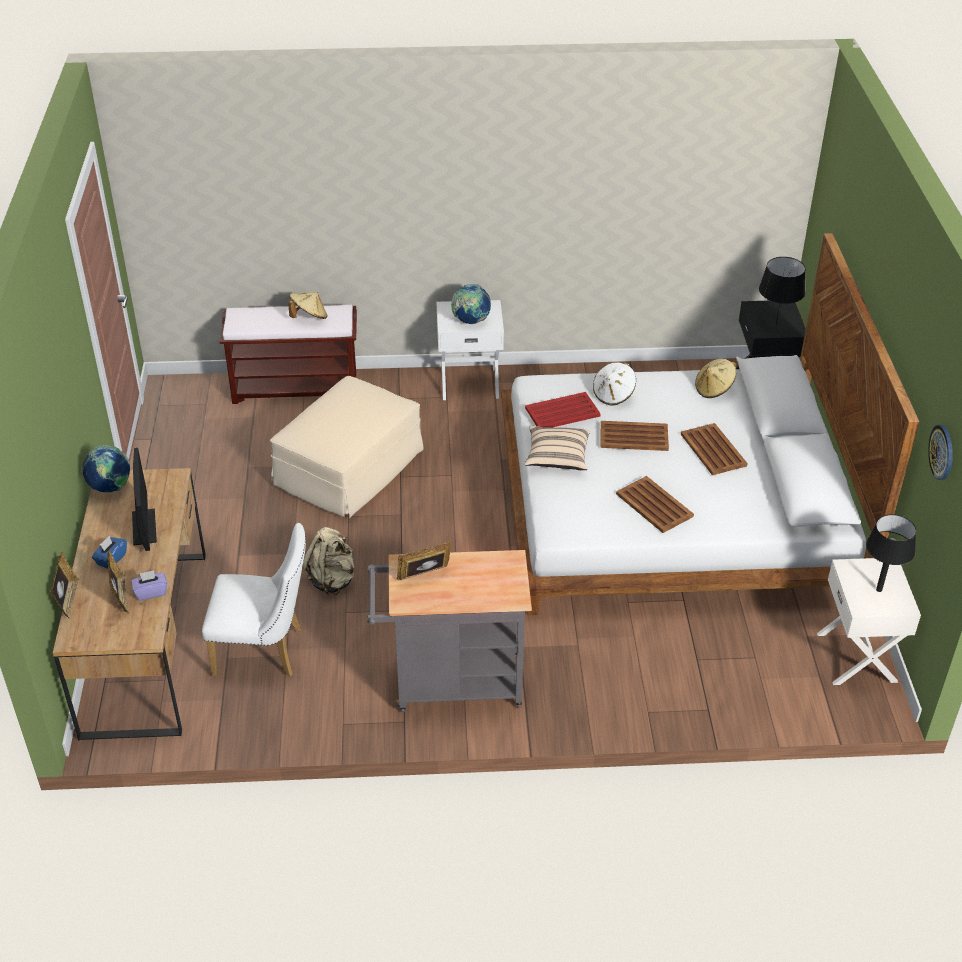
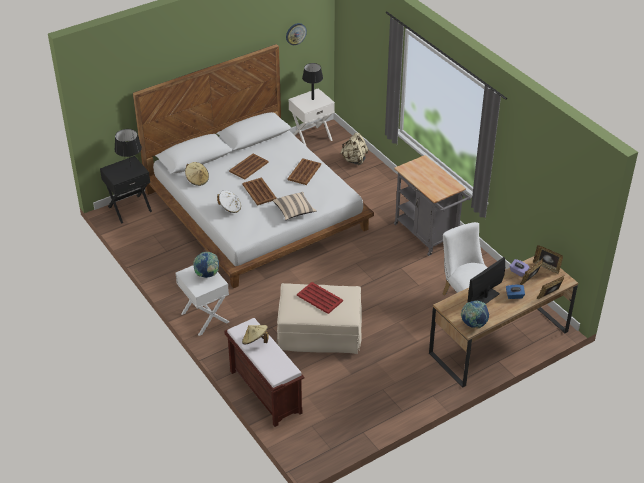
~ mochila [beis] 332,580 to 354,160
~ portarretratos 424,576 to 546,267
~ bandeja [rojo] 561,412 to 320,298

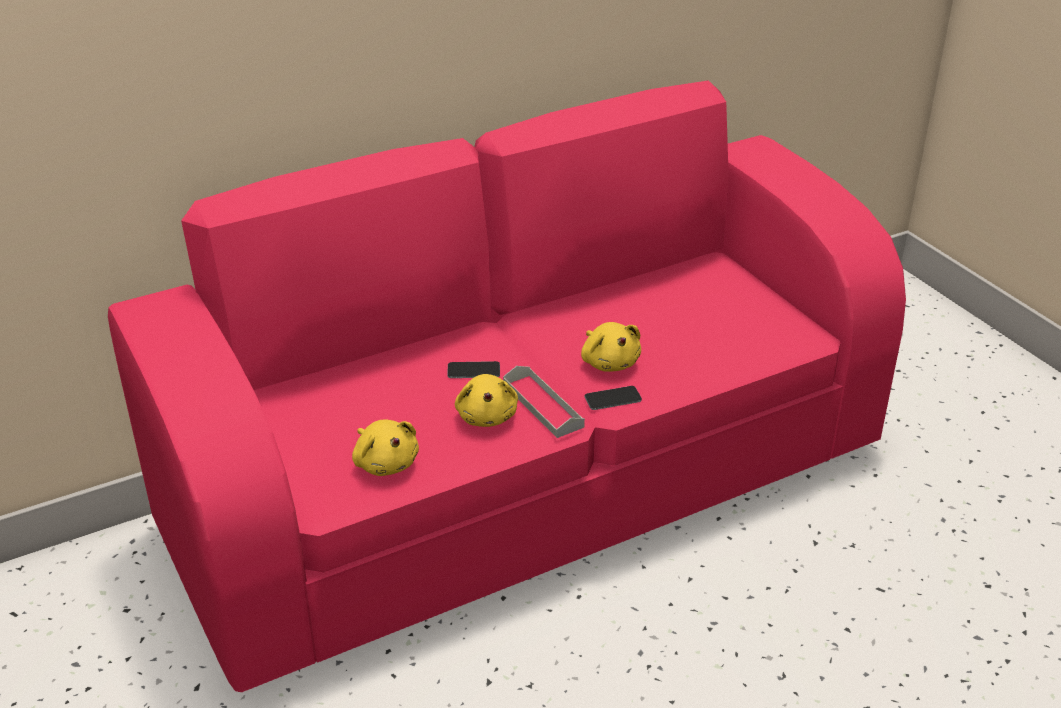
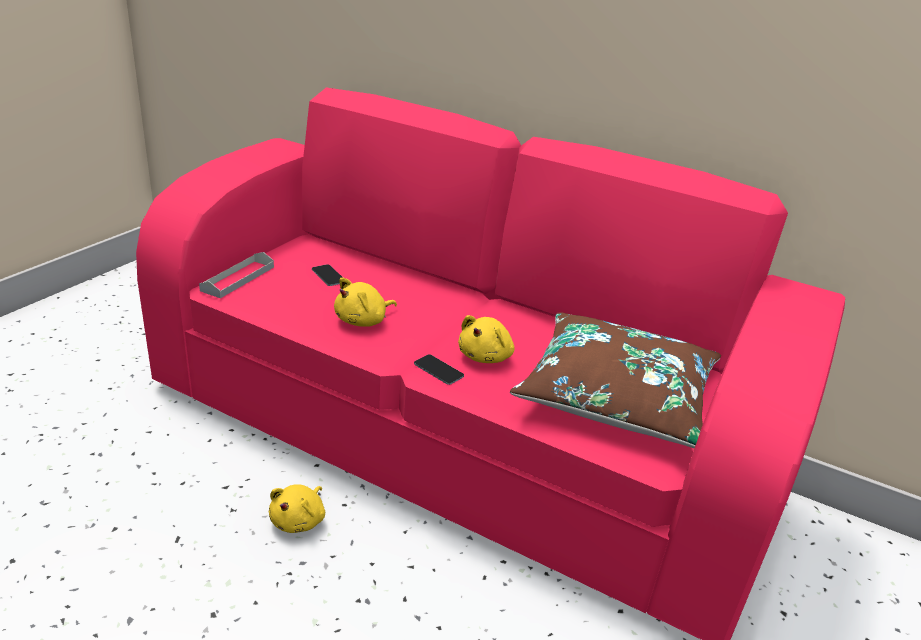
+ cojín [marrón] 616,395
~ peluche [amarillo] 385,463 to 299,520
~ móvil 473,370 to 328,275
~ bandeja [gris] 542,405 to 238,278

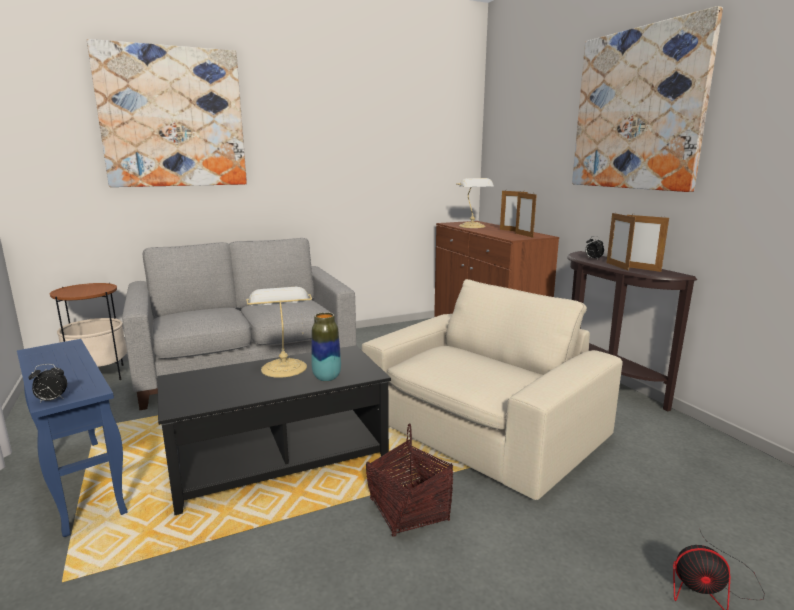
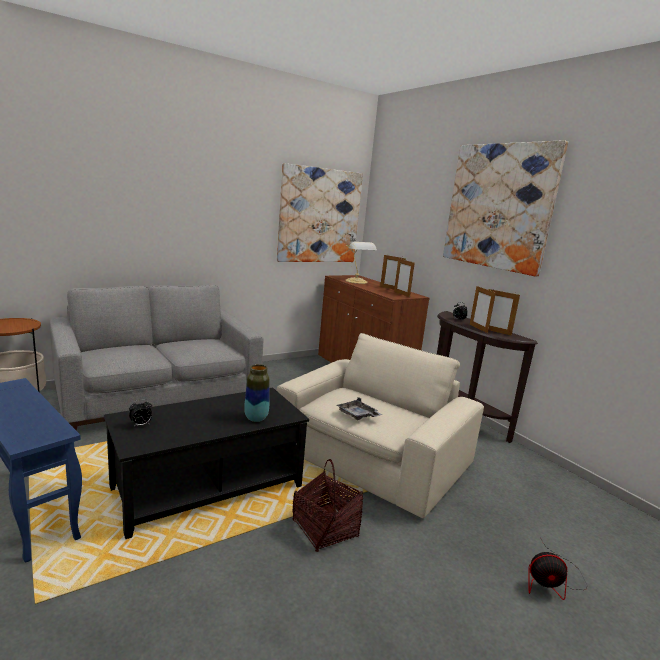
- lámpara de mesa 283,367
+ bandeja [gris] 357,415
~ despertador 51,400 to 141,425
~ cuadro 173,118 to 319,216

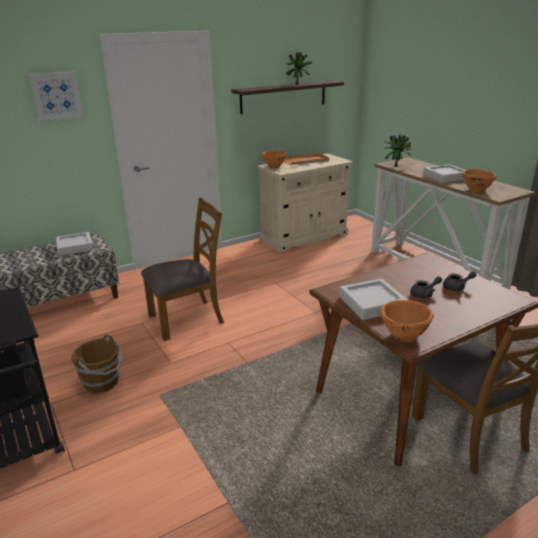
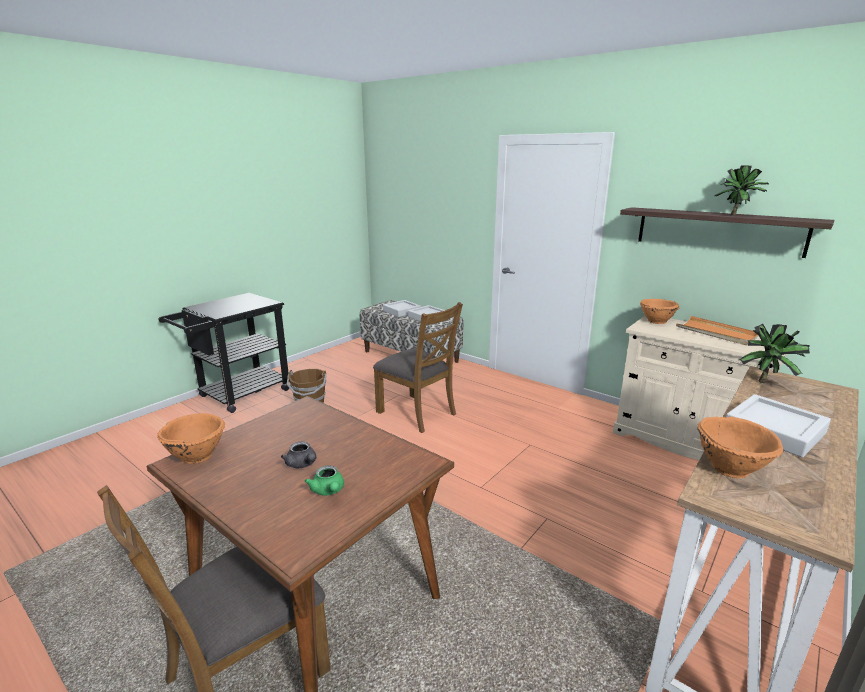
- cuadro 56,96
~ bandeja [gris] 372,303 to 401,311
~ tetera [gris] 457,287 to tetera [verde] 328,491

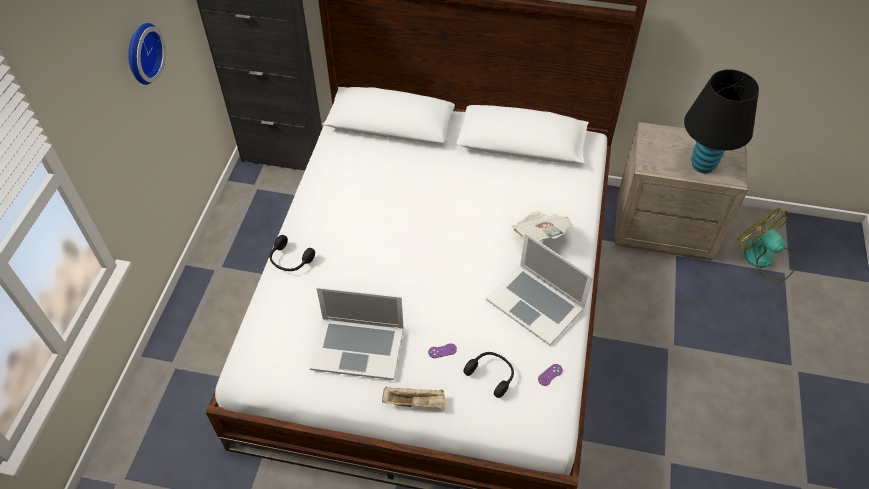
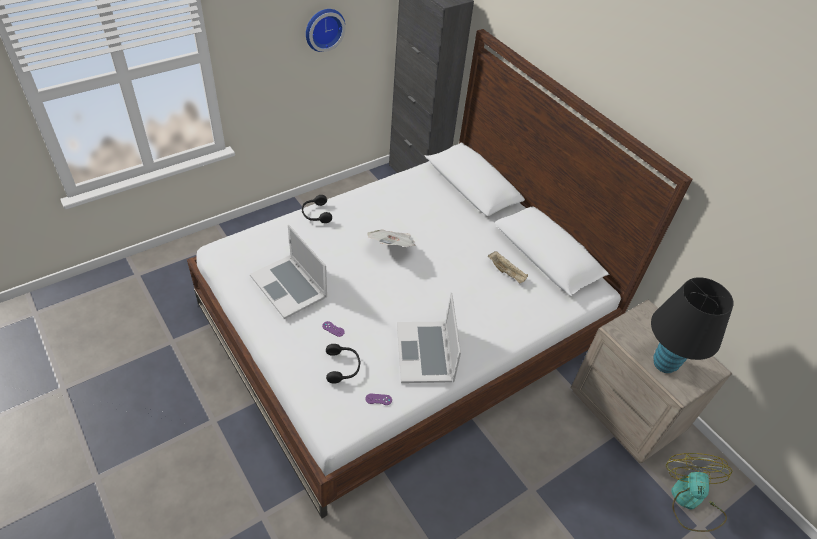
~ bandeja [beis] 415,402 to 506,272
~ periódico 539,235 to 392,247

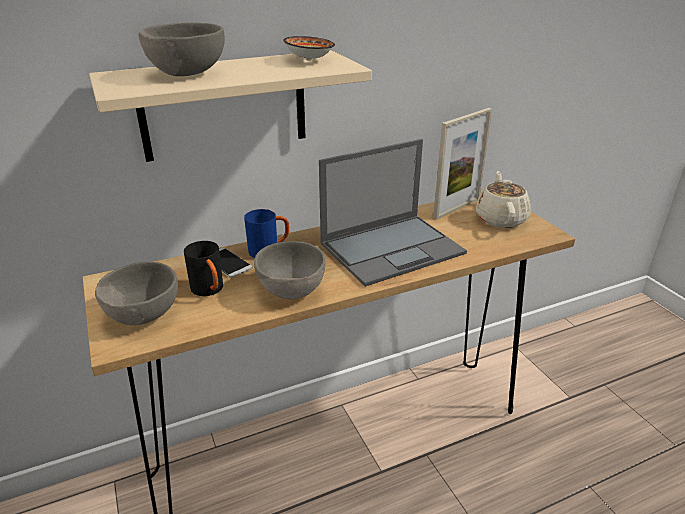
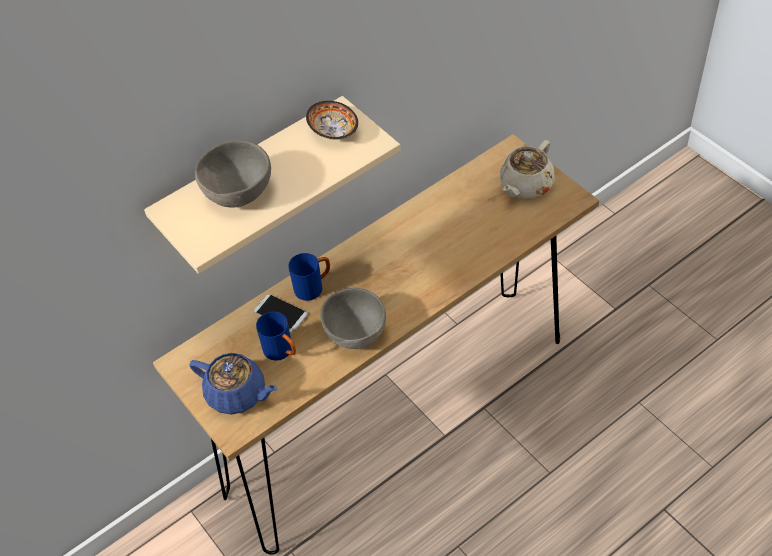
- portátil 393,248
- portarretratos 457,208
~ cuenco [gris] 142,315 to tetera [azul] 237,394
~ taza grande [negro] 210,291 to taza grande [azul] 282,352
~ tetera [beis] 500,218 = 525,185 135 degrees counterclockwise

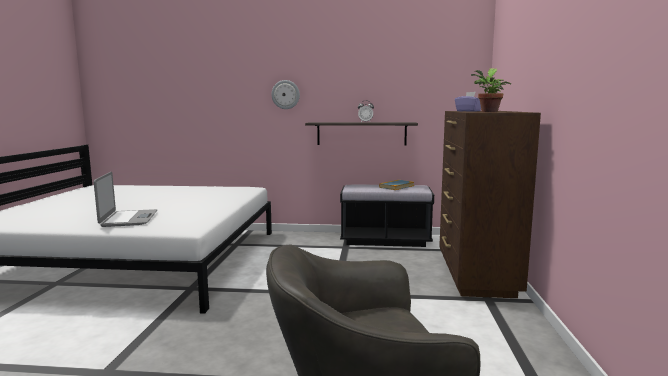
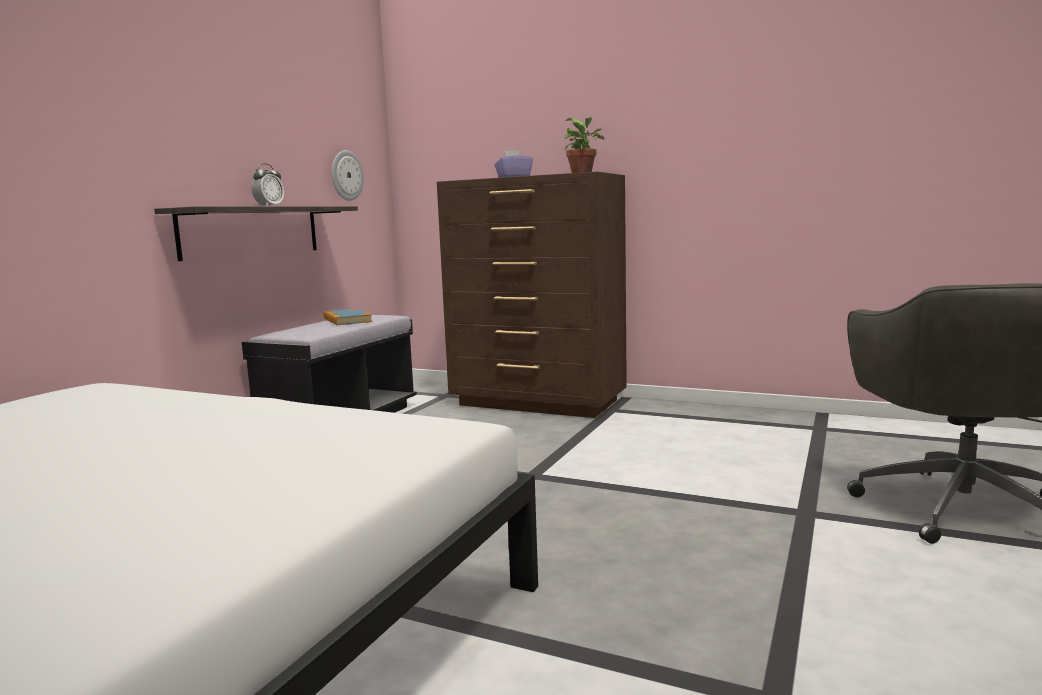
- portátil 129,219
~ reloj de pared 285,94 to 346,175

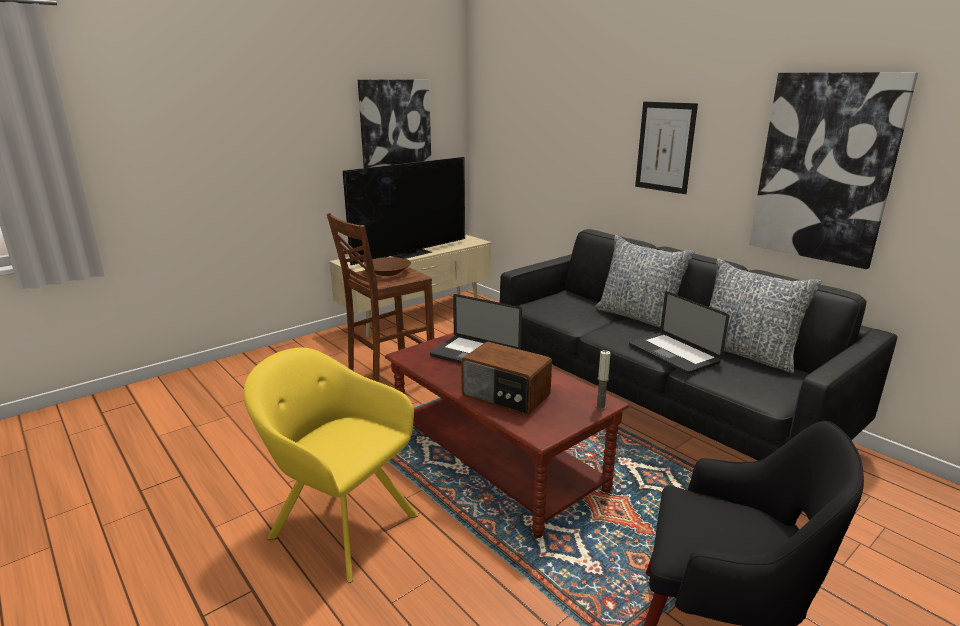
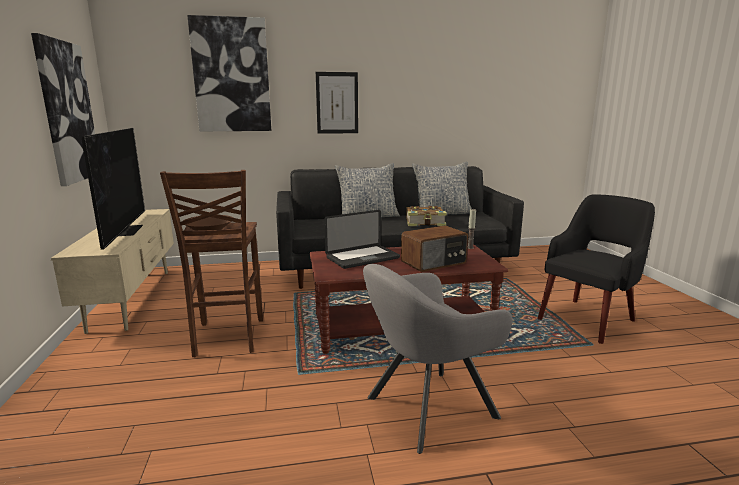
~ cuadro 825,168 to 231,75
~ portátil 673,354 to libro 425,223
~ sillón [amarillo] 339,523 to sillón [gris] 426,409

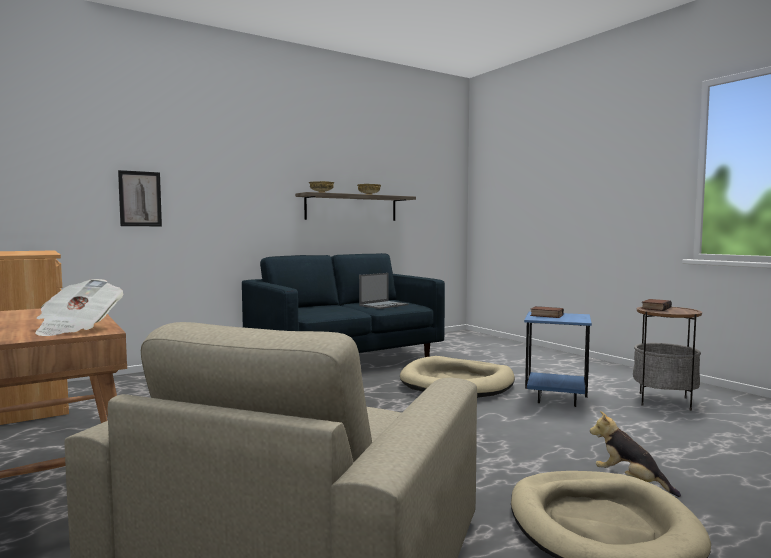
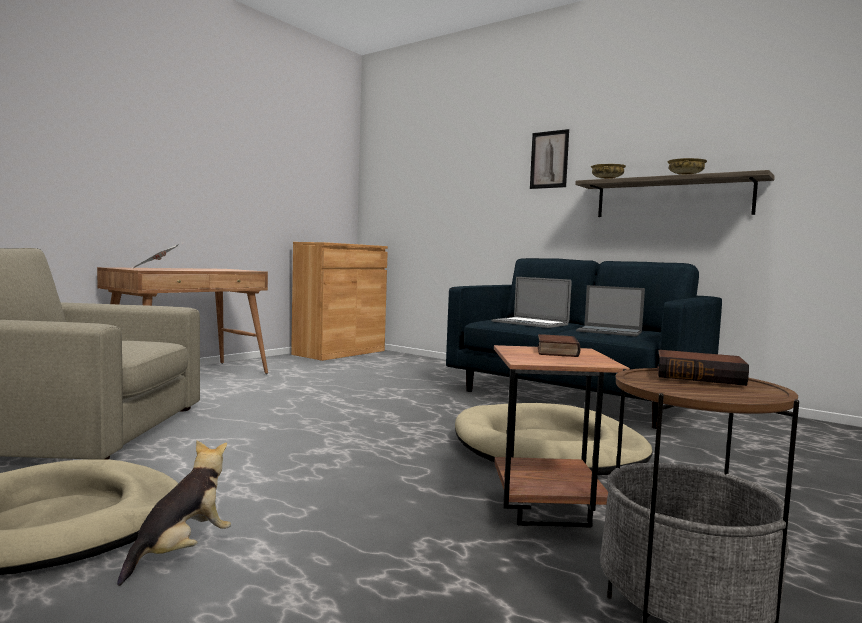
+ portátil 530,323
~ cuadro 140,199 to 549,159
~ mesa auxiliar [azul] 556,399 to mesa auxiliar [marrón] 549,510

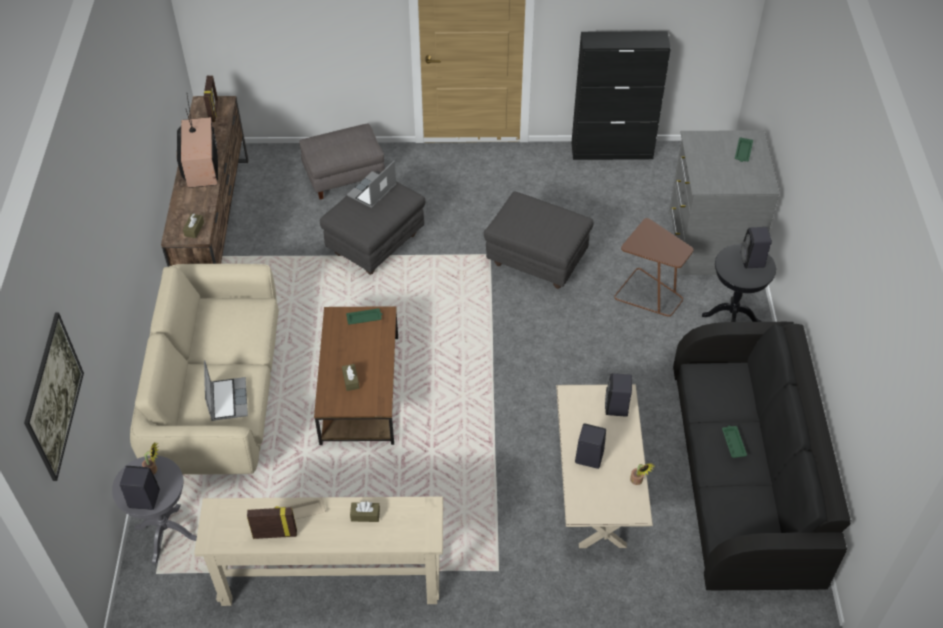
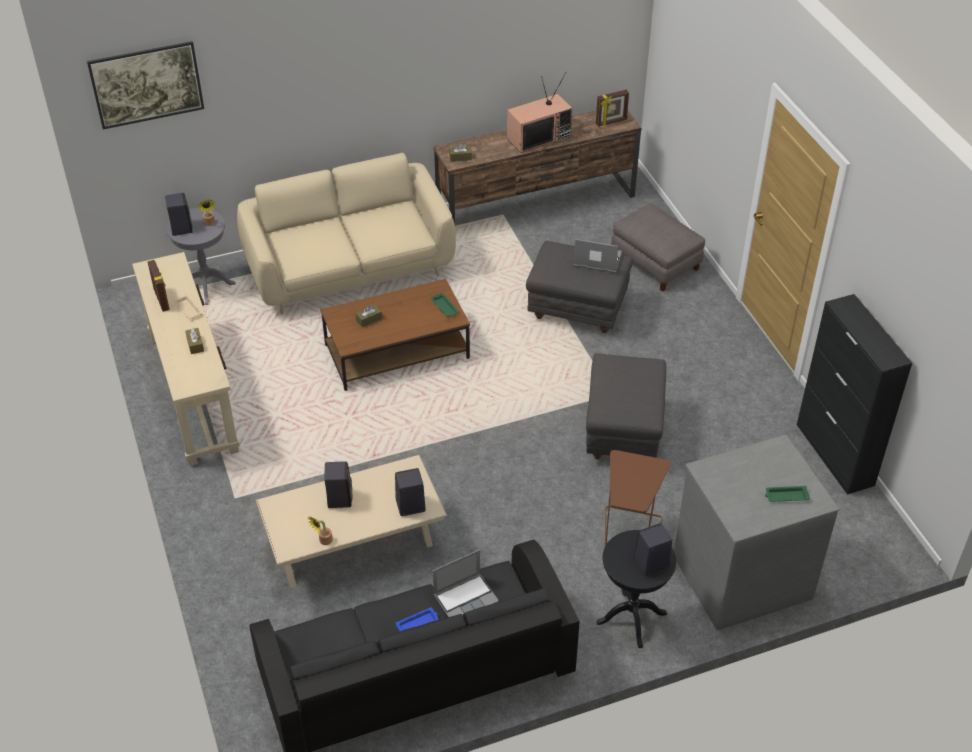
~ portátil 227,399 to 466,598
~ bandeja [verde] 733,442 to bandeja [azul] 418,623

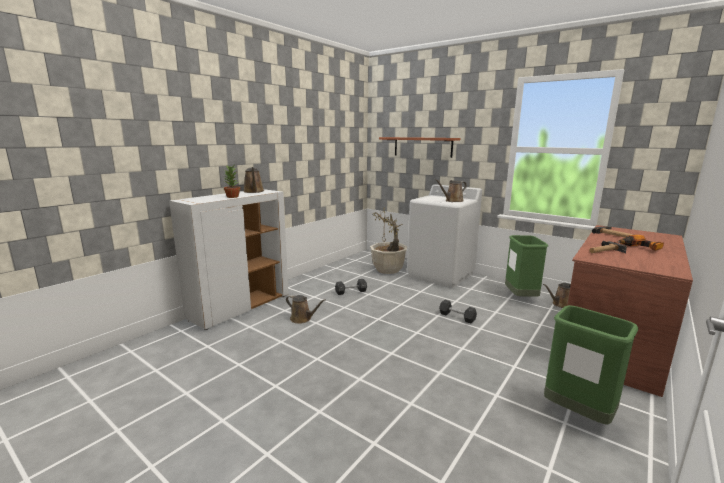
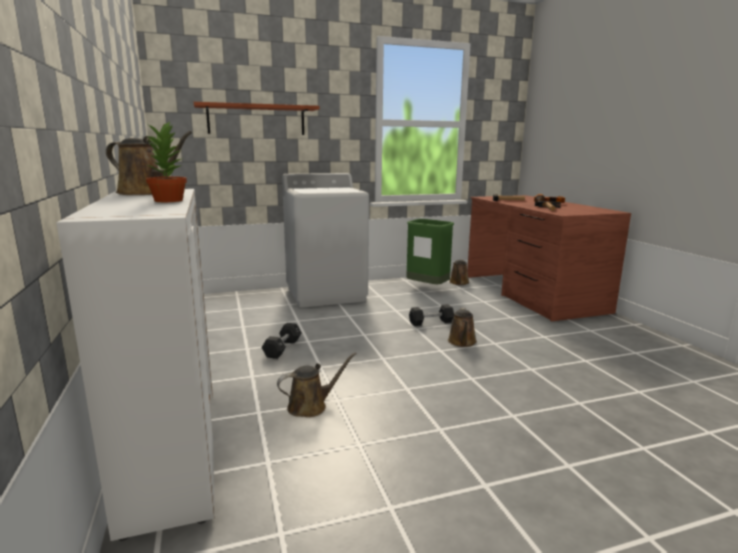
- planta en maceta 387,270
- papelera [verde] 577,414
~ regadera [marrón] 452,201 to 462,342

